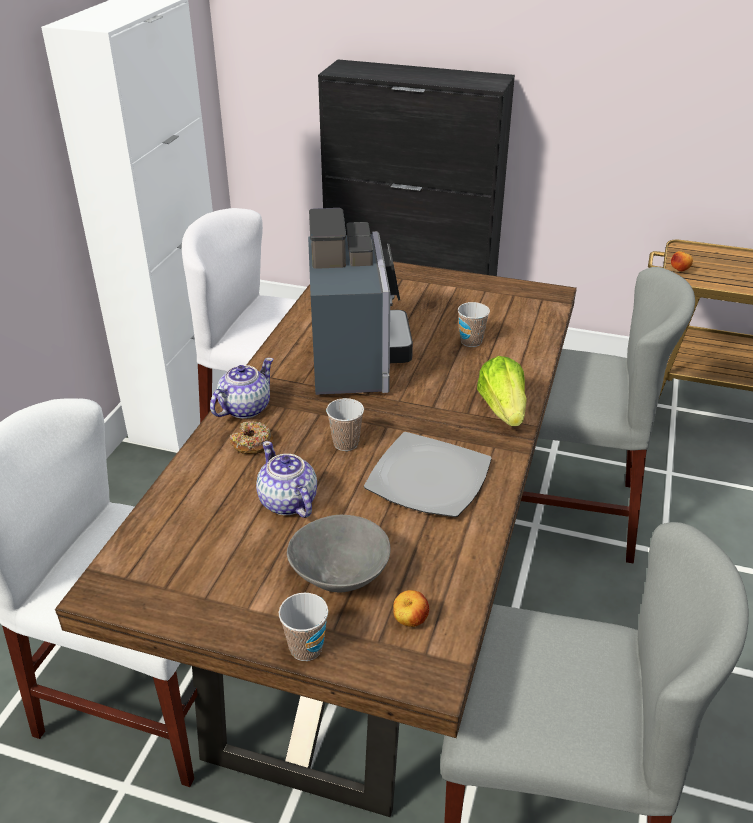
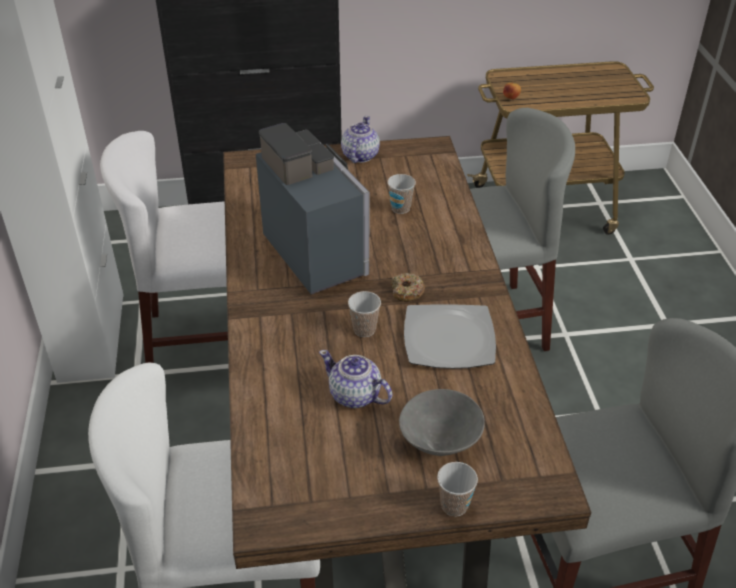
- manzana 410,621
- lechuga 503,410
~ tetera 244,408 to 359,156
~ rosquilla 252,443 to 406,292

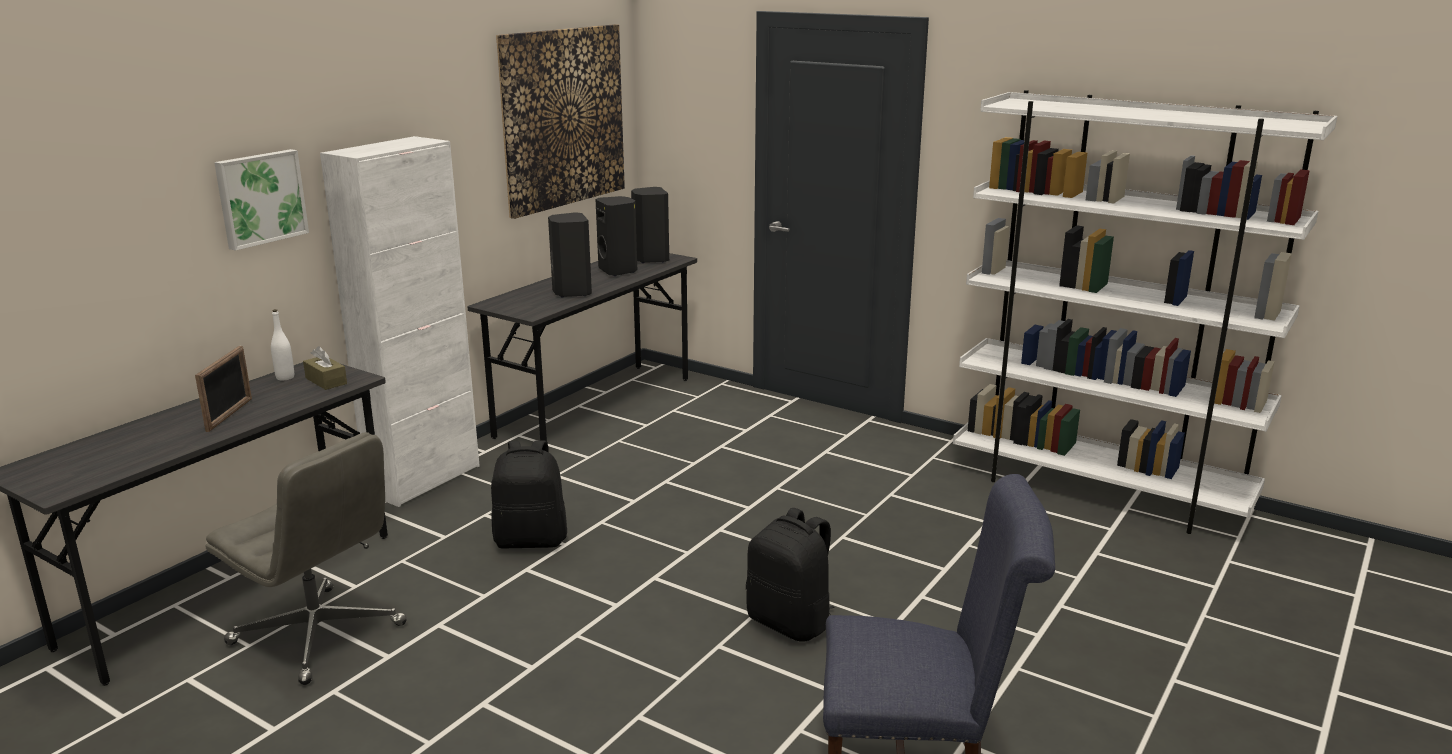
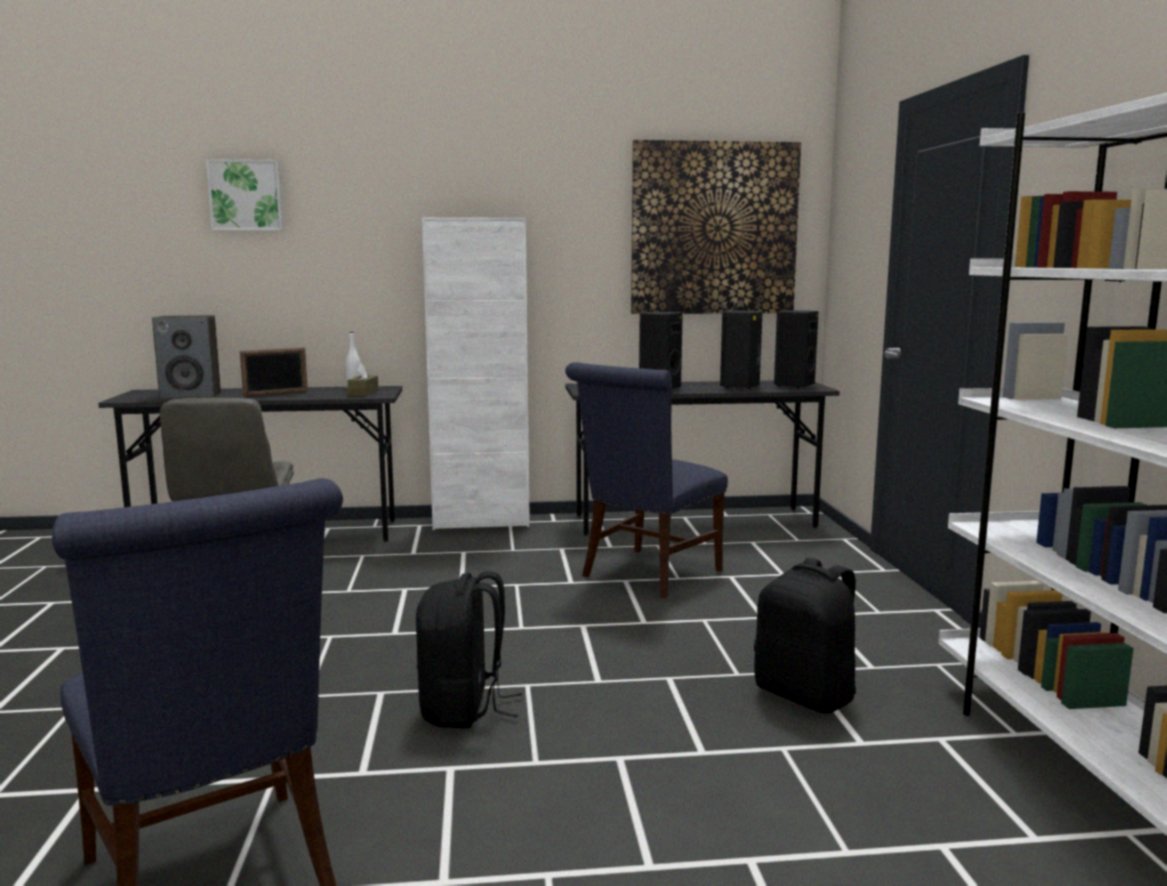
+ altavoz 191,396
+ silla [azul] 646,575
~ cuadro 260,198 to 246,195
~ mochila [negro] 531,540 to 806,695

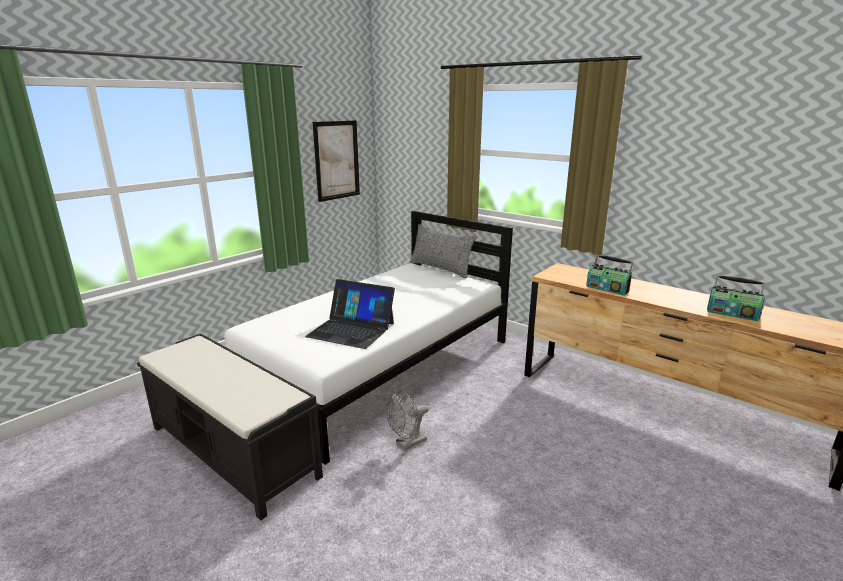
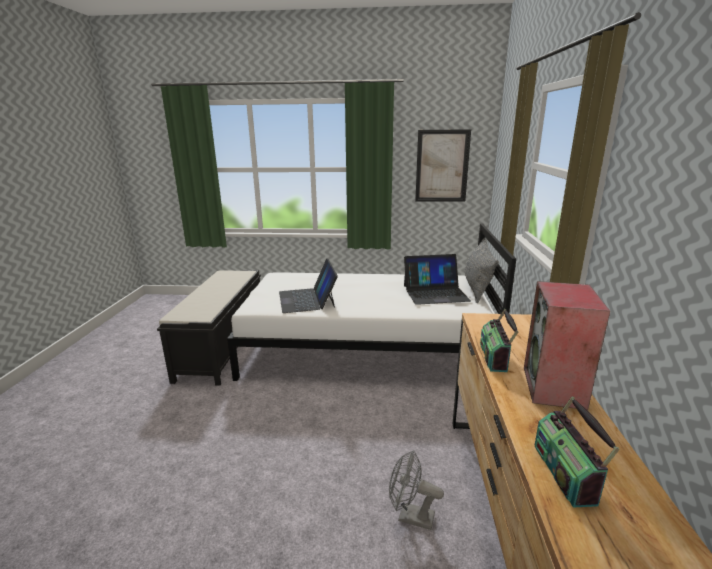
+ portátil 435,293
+ altavoz 554,388
~ ventilador [gris] 407,443 to 410,516

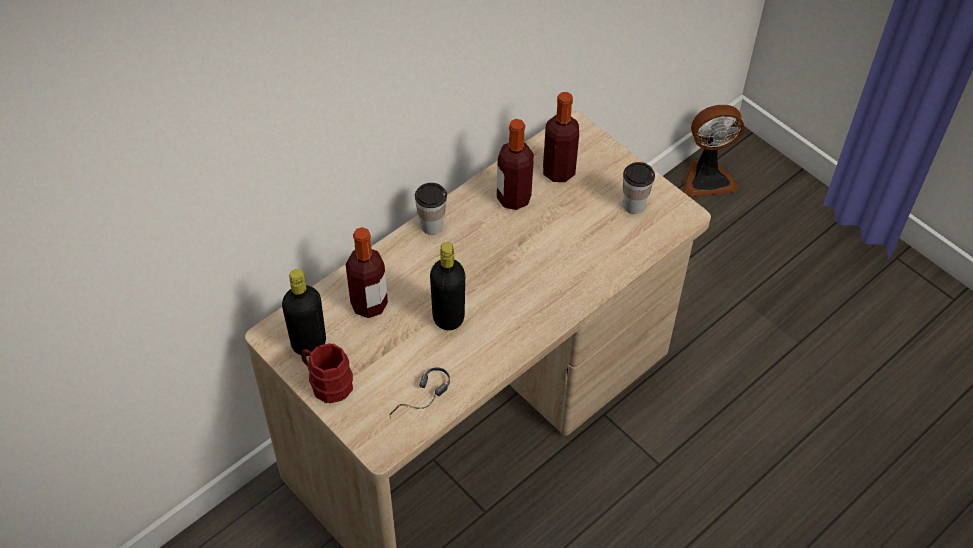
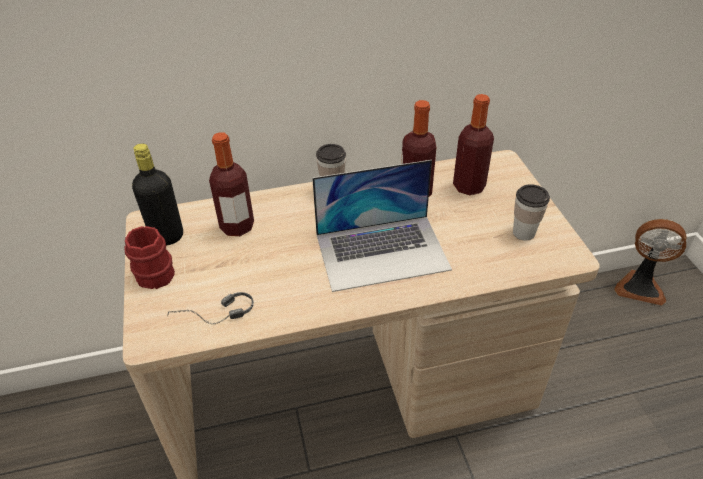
- botella [negro] 448,317
+ portátil 382,251

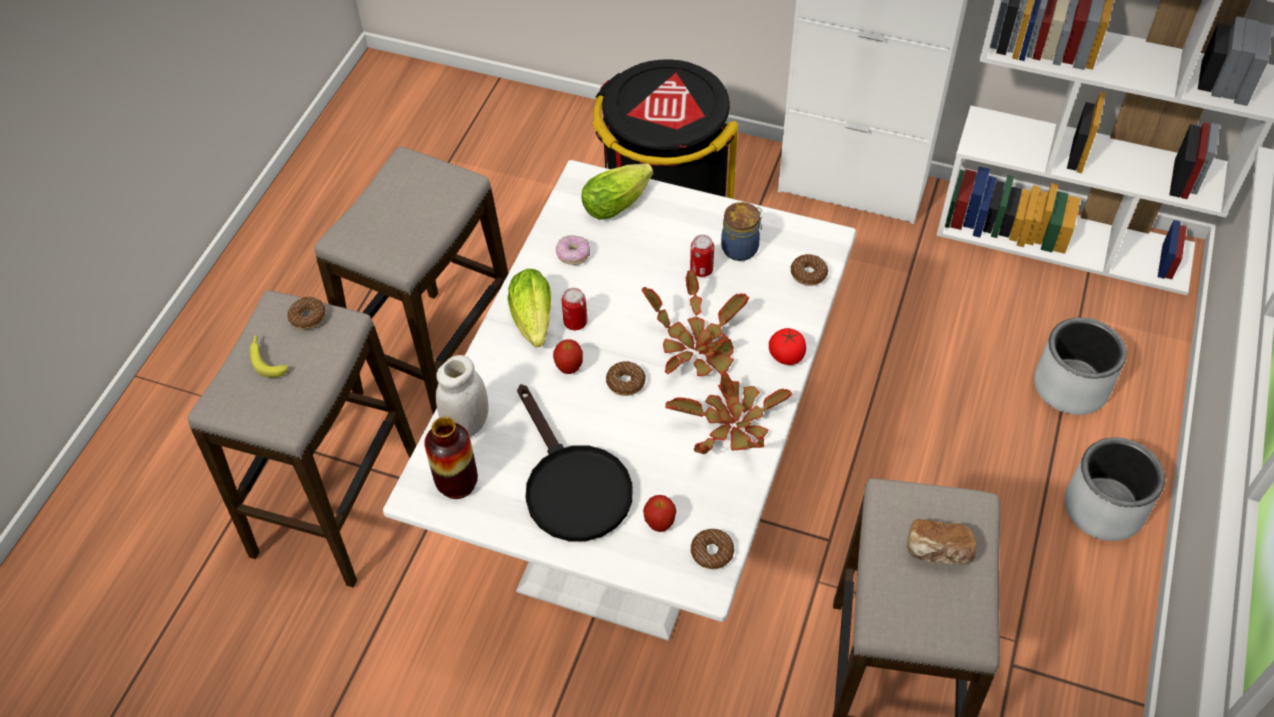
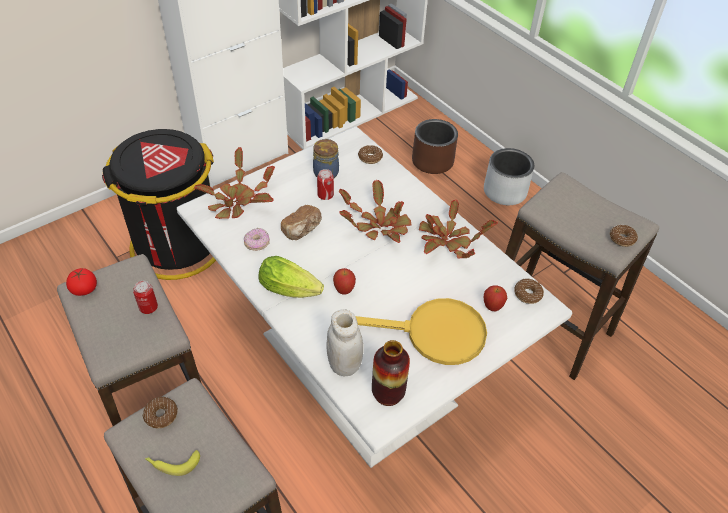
~ lata 575,322 to 148,307
~ rosquilla 626,382 to 622,238
~ tomate 786,356 to 84,289
~ pan 938,552 to 302,230
~ lechuga 619,201 to planta en maceta 237,202
~ sartén [negro] 571,484 to sartén [amarillo] 434,334
~ maceta [gris] 1071,386 to maceta [marrón] 432,161

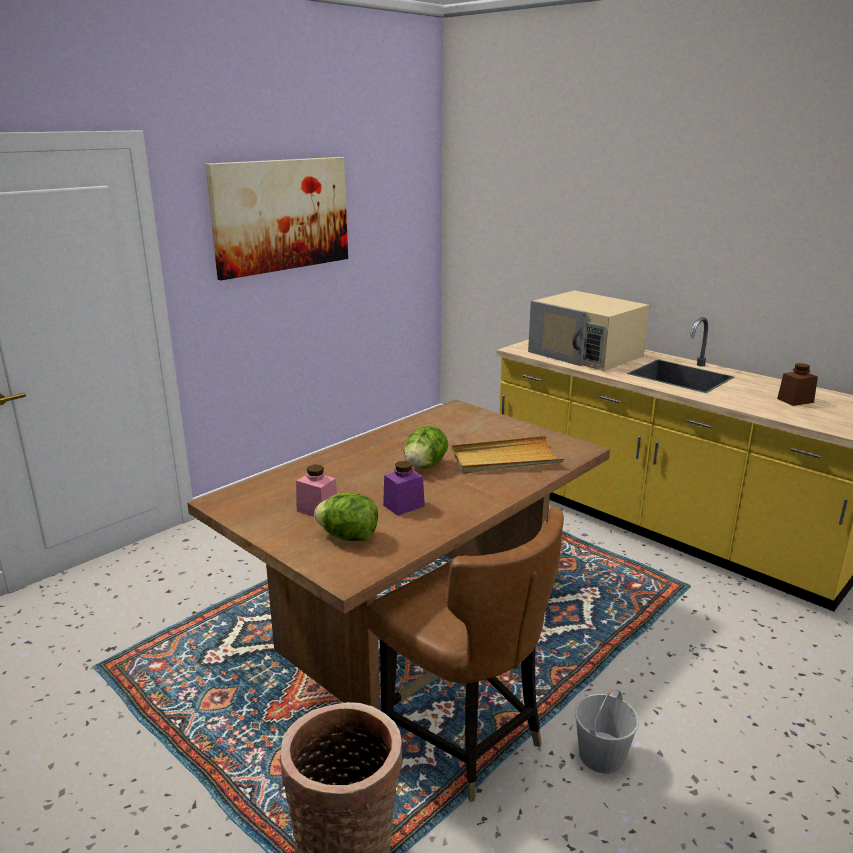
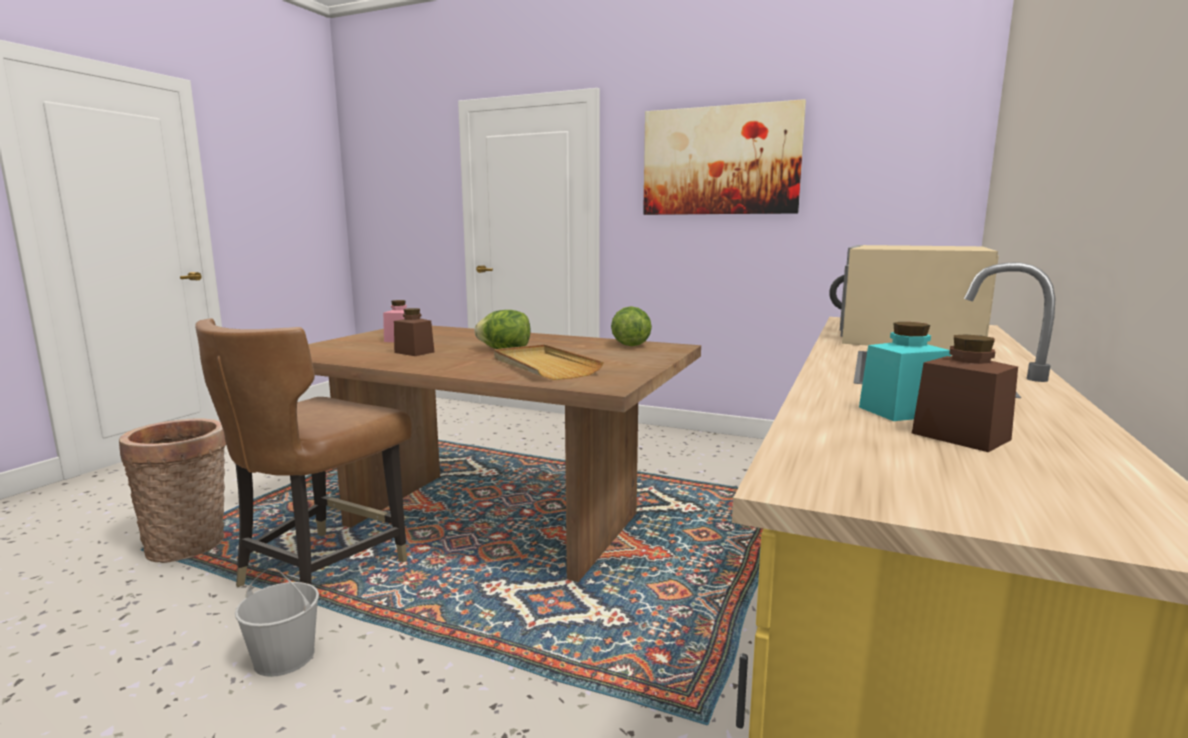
+ tarro [turquesa] 902,411
~ lechuga 348,537 to 630,345
~ tarro [morado] 403,505 to tarro [marrón] 414,352

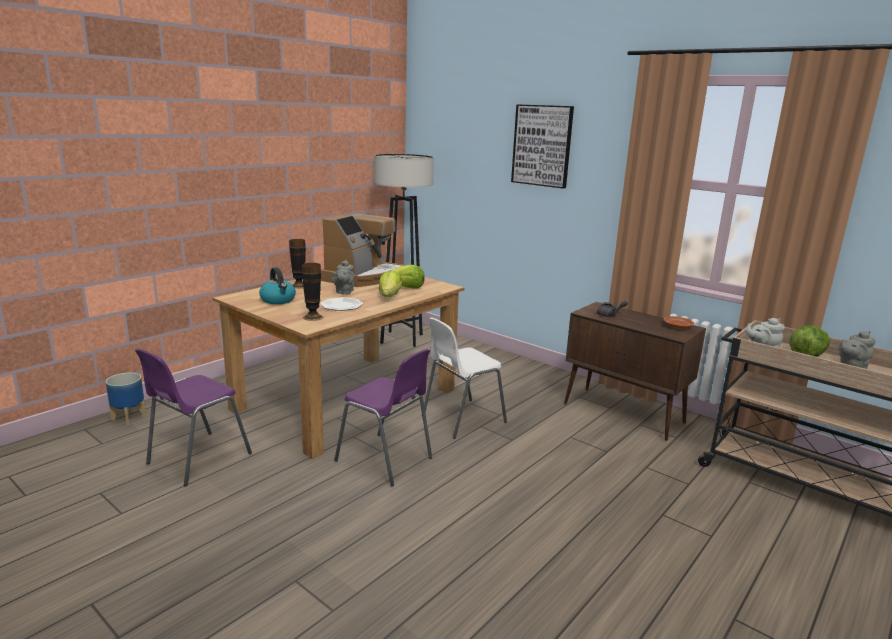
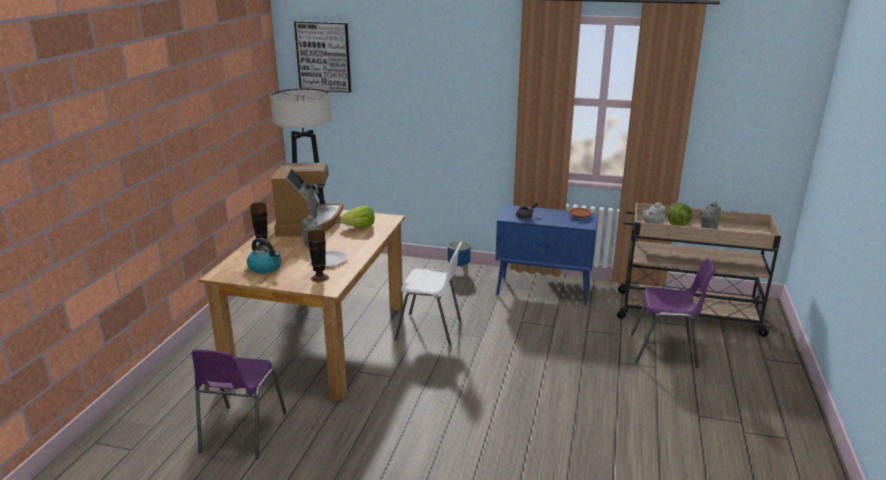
- lechuga 389,297
~ maceta 129,418 to 459,272
~ silla [morado] 386,460 to 665,351
~ cuadro 542,145 to 323,56
~ armario [marrón] 624,413 to armario [azul] 544,291
~ silla [blanco] 461,419 = 430,330 105 degrees counterclockwise

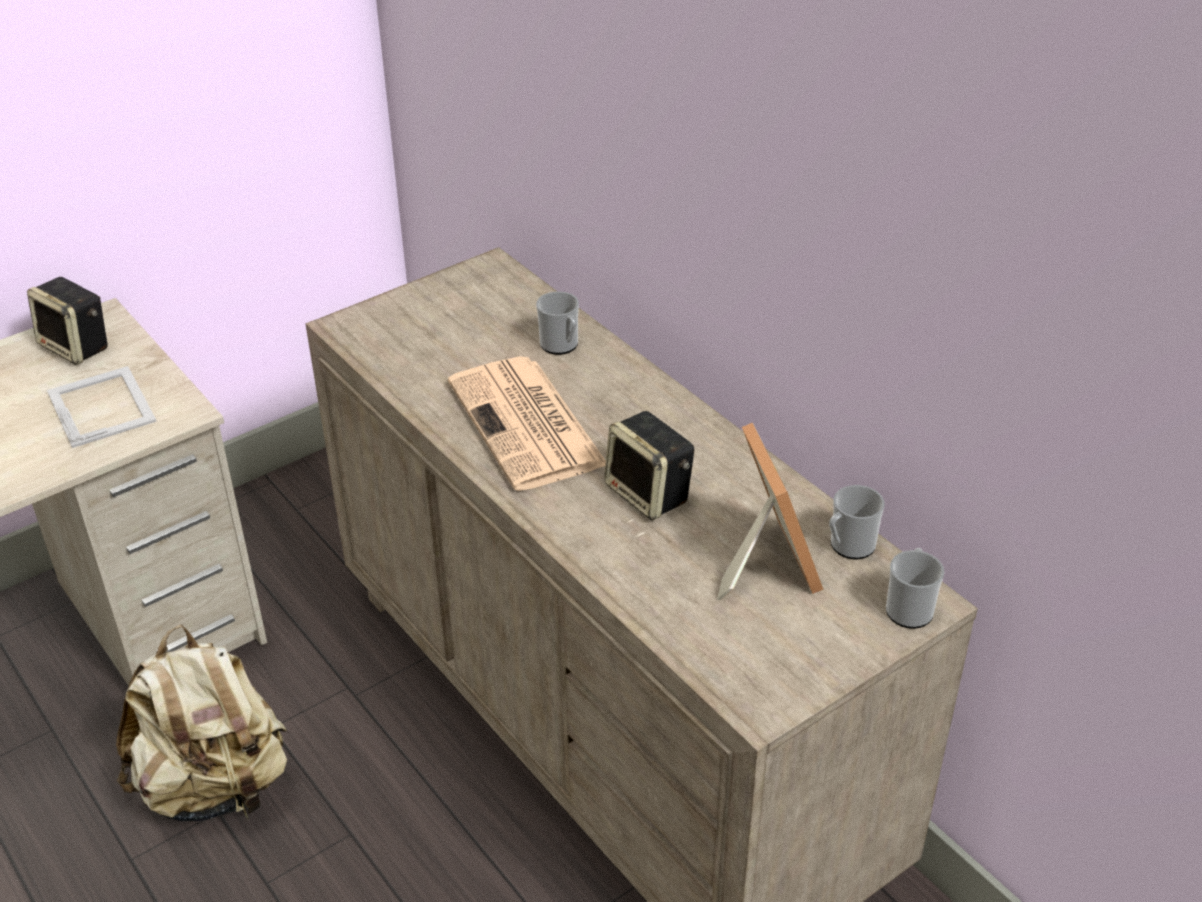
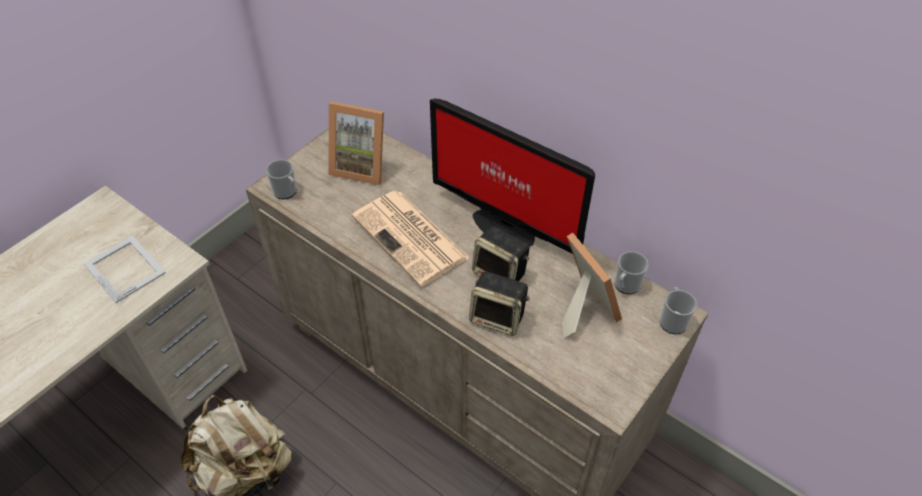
+ portarretratos 361,166
+ monitor 504,224
~ altavoz 77,347 to 498,317
~ taza grande 561,346 to 287,192

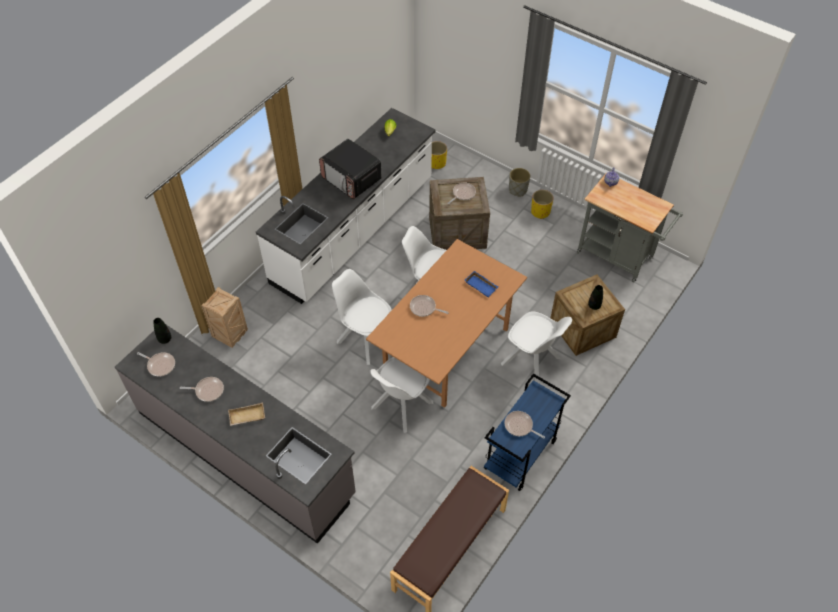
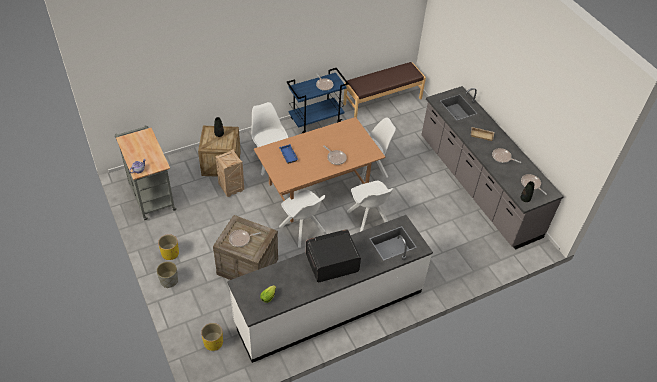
~ caja de embalaje 230,335 to 231,189
~ microondas 351,179 = 331,263 90 degrees counterclockwise

